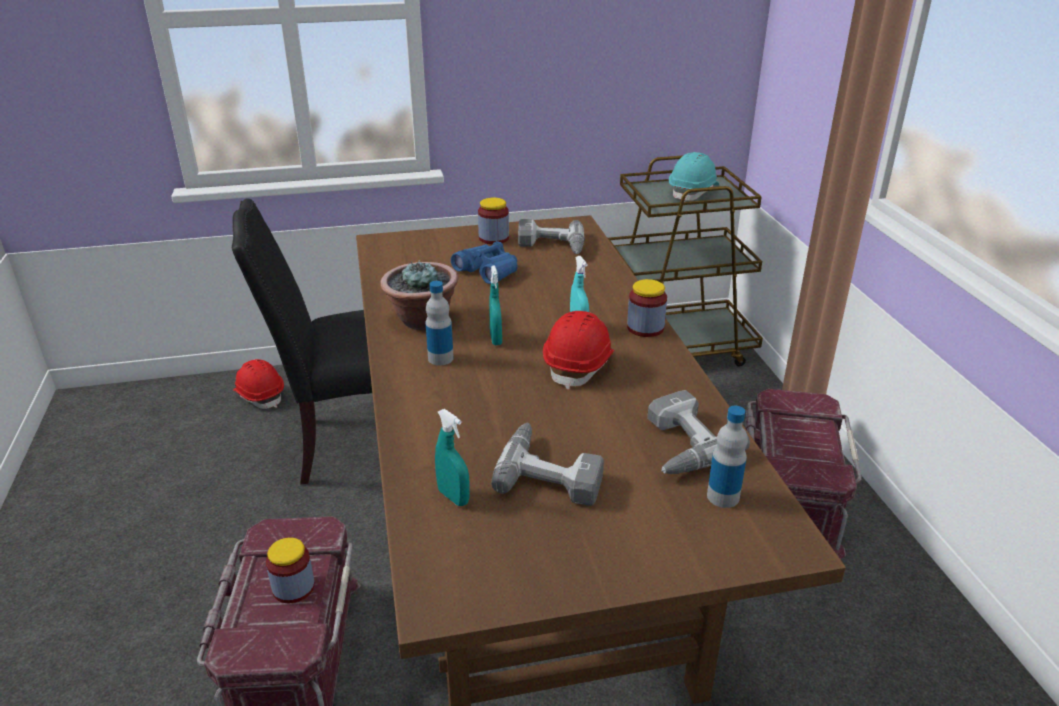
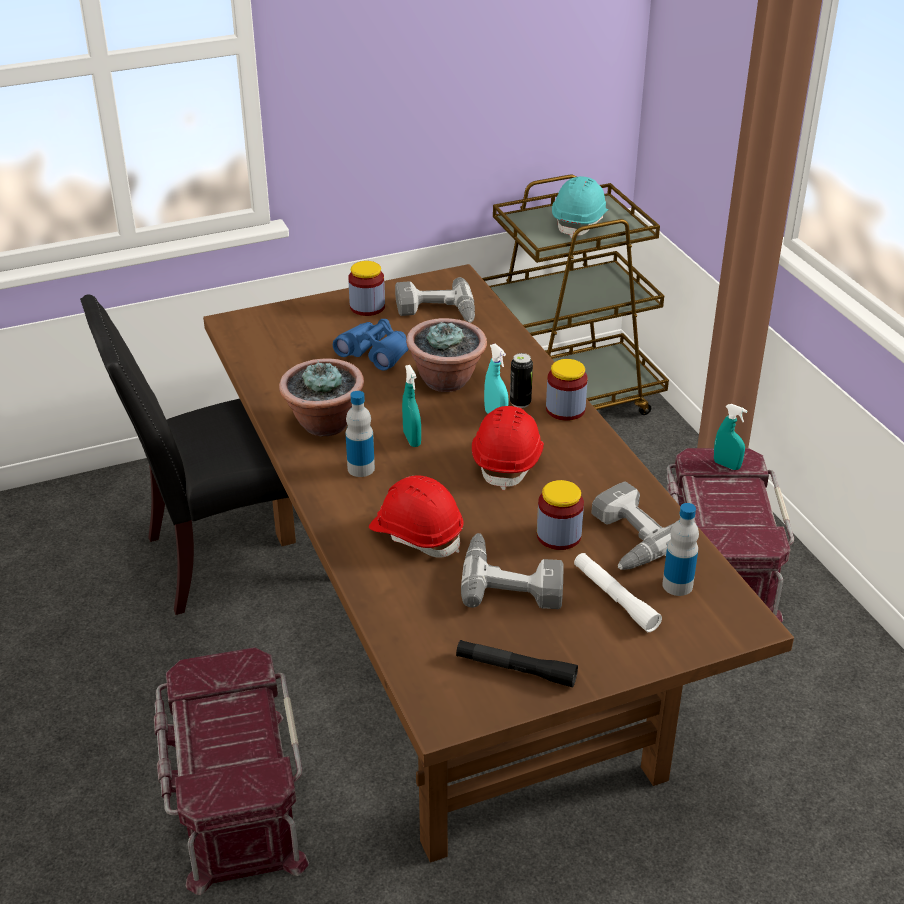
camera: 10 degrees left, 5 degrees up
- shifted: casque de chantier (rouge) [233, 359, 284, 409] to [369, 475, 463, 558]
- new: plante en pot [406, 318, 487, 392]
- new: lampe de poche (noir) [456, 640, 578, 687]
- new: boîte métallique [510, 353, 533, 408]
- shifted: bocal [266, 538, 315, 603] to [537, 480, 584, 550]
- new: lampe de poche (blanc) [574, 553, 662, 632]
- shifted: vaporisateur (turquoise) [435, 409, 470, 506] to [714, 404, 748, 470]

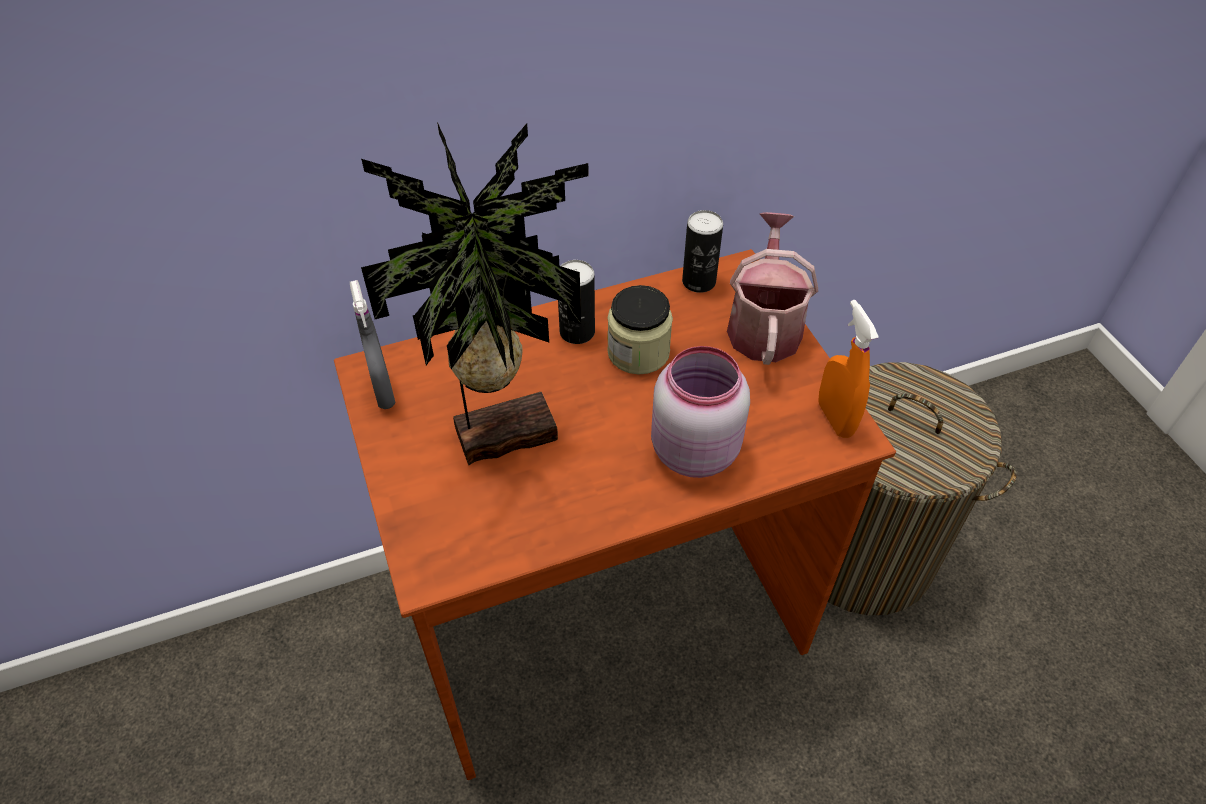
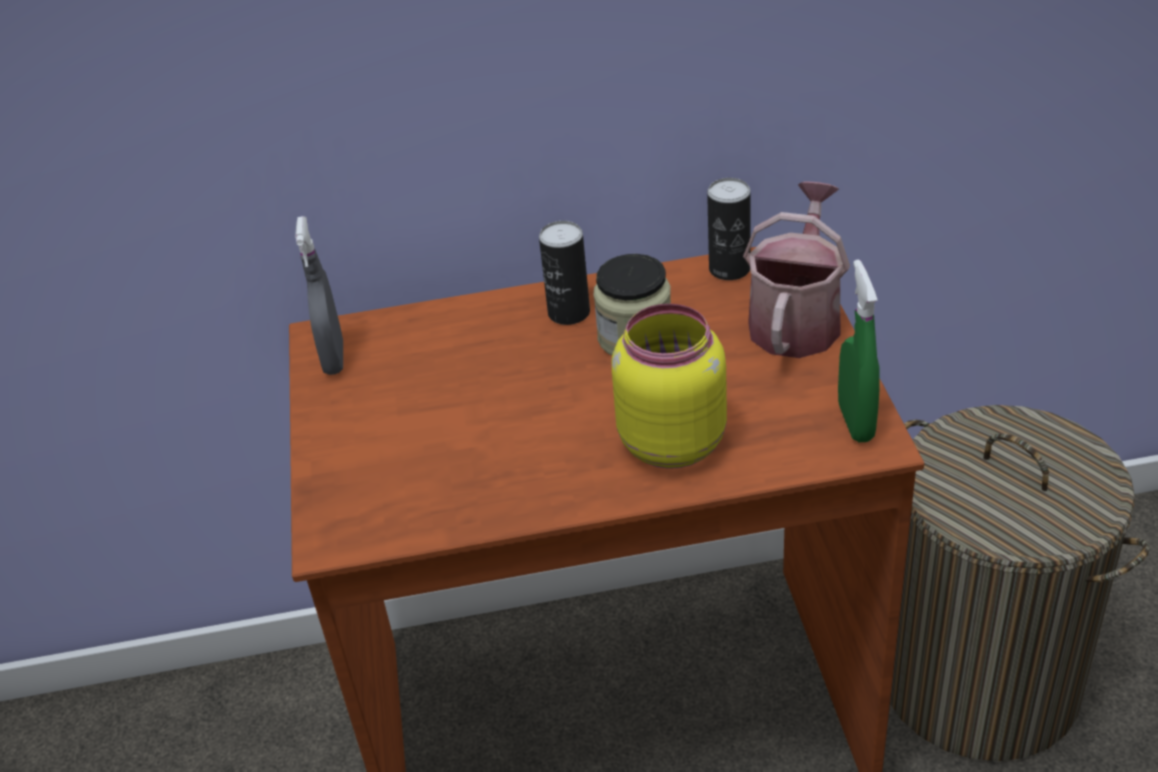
camera: 15 degrees right, 10 degrees down
- repainted: bocal (rose) [651, 346, 750, 478] to bocal (jaune) [612, 304, 727, 469]
- repainted: vaporisateur (orange) [818, 300, 879, 438] to vaporisateur (vert) [838, 259, 880, 442]
- gone: plante en pot [361, 122, 589, 465]

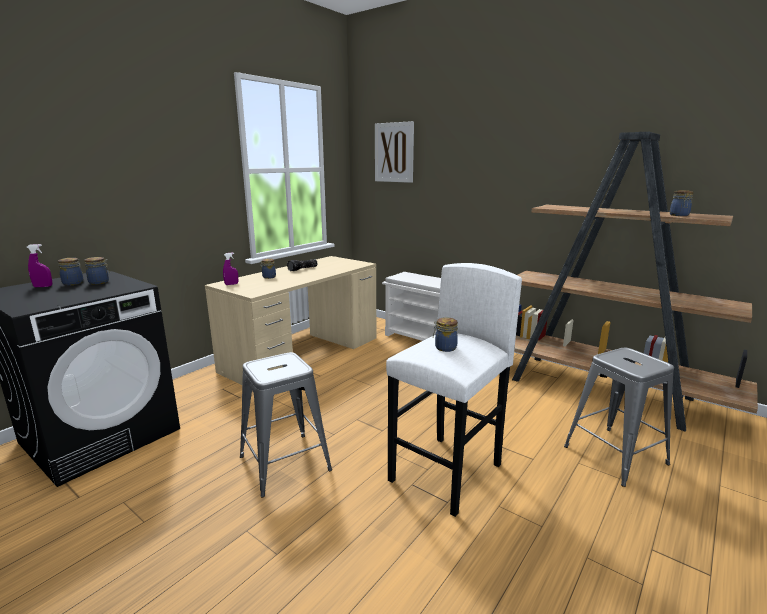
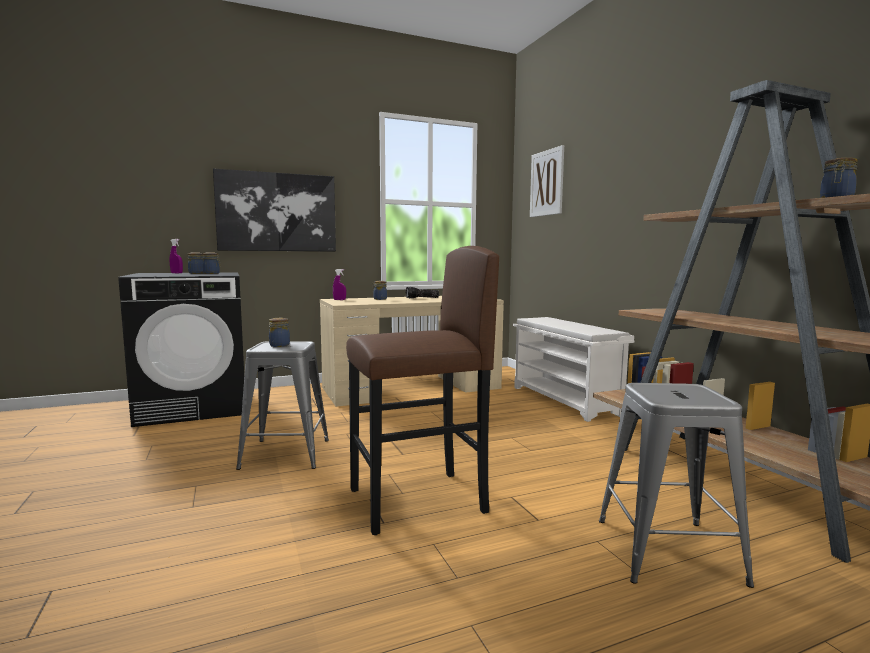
camera: 30 degrees right, 10 degrees down
- new: tableau [213, 169, 336, 252]
- shifted: bocal [433, 317, 458, 352] to [269, 318, 290, 347]
- repainted: tabouret (blanc) [386, 263, 522, 517] to tabouret (marron) [346, 246, 499, 535]

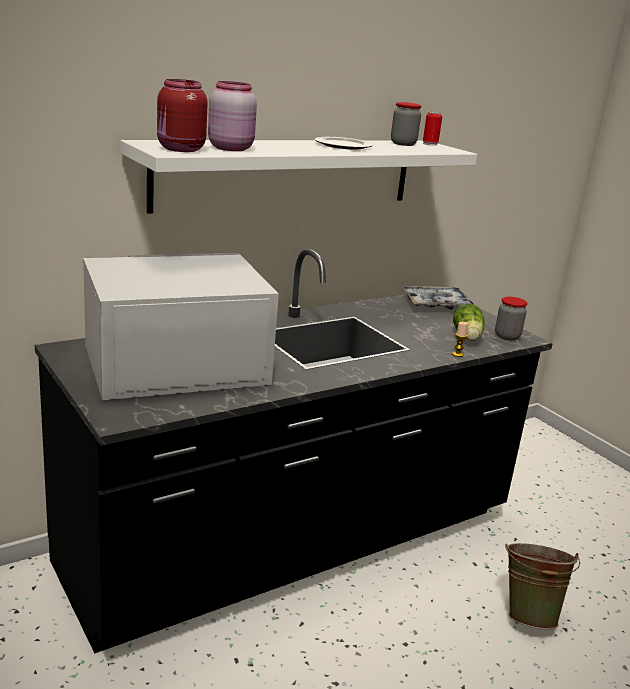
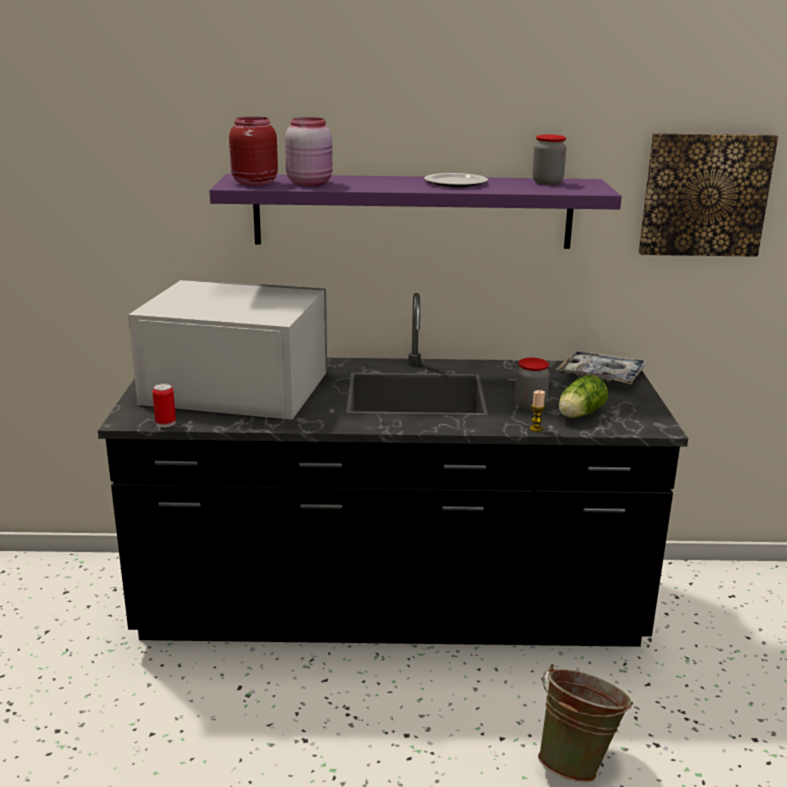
camera: 35 degrees right, 0 degrees up
- shifted: boîte métallique [423, 112, 442, 146] to [152, 383, 176, 427]
- repainted: étagère (blanc) [120, 140, 477, 214] to étagère (violet) [209, 174, 622, 249]
- shifted: bocal [495, 297, 527, 340] to [515, 358, 549, 410]
- new: tableau [639, 133, 778, 257]

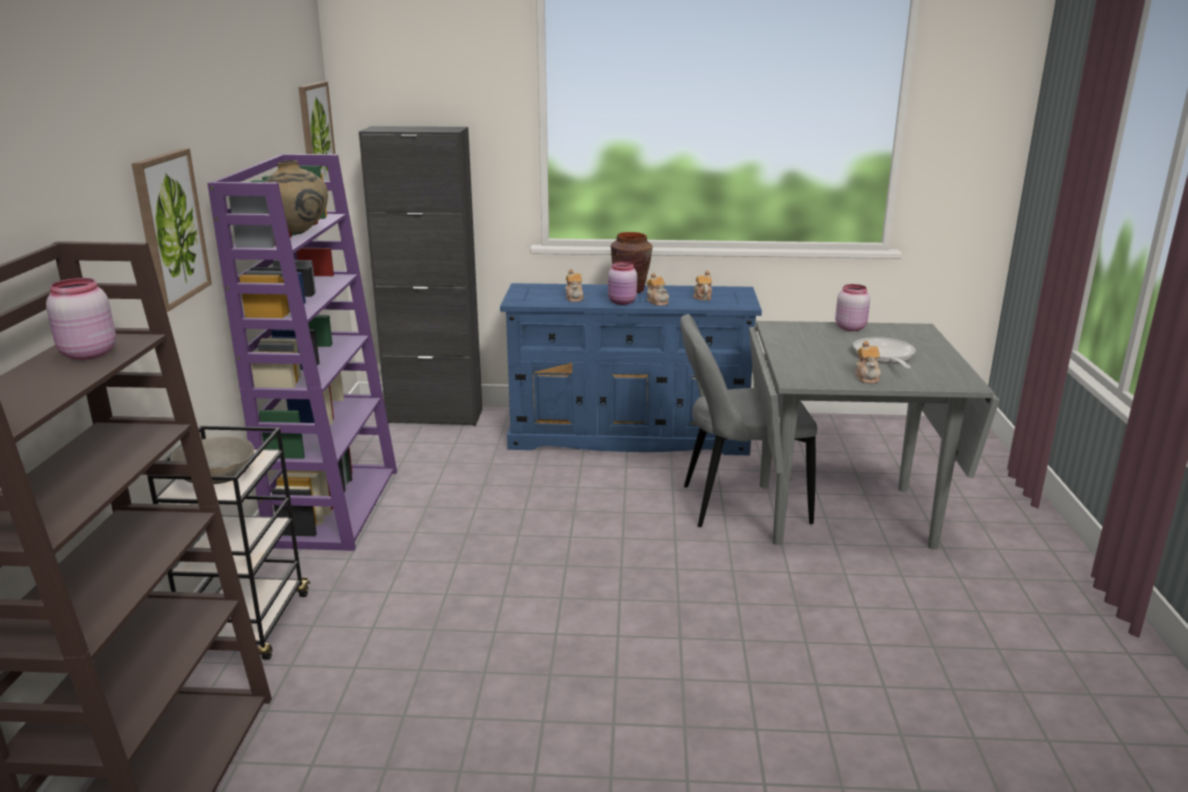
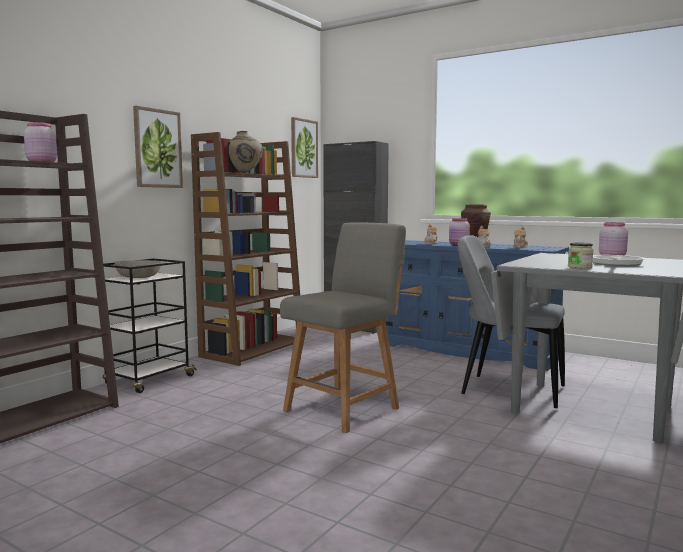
camera: 30 degrees right, 15 degrees down
- repainted: bibliothèque (violet) [207, 154, 397, 551] to bibliothèque (marron) [191, 132, 300, 366]
- new: chaise (gris) [280, 222, 406, 433]
- swapped: théière [855, 341, 881, 384] to bocal [568, 242, 593, 269]

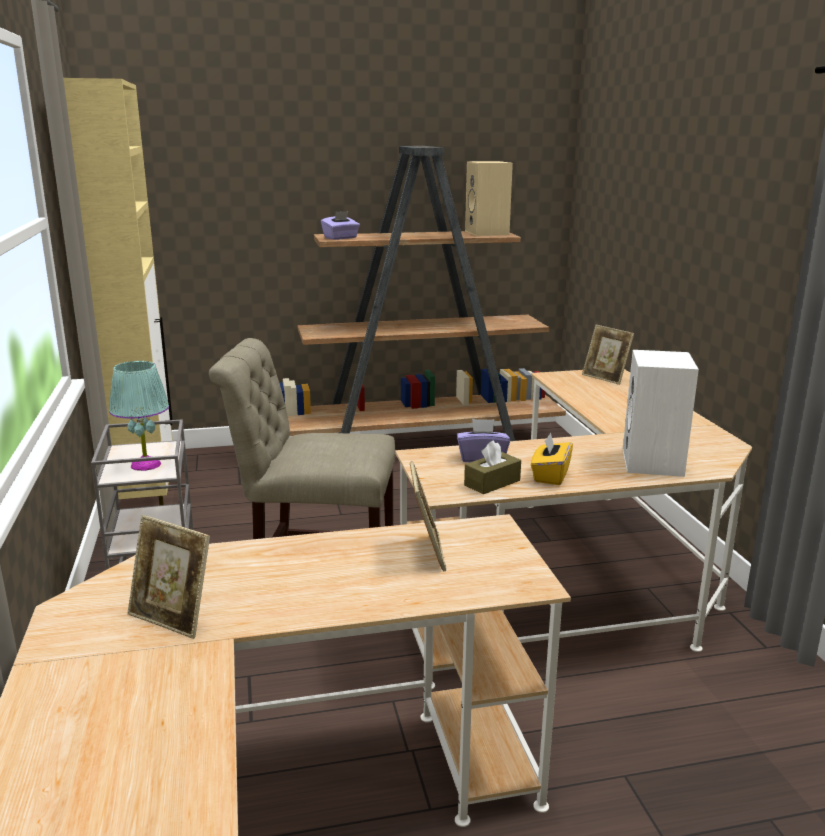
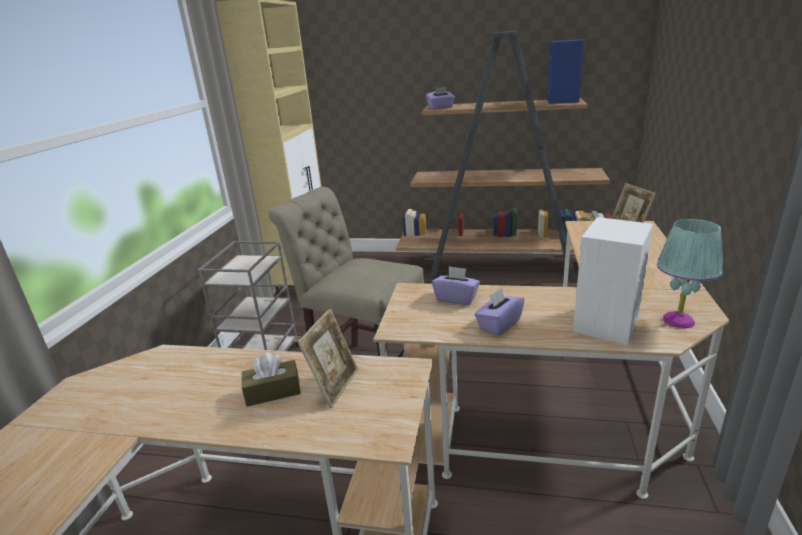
camera: 25 degrees right, 5 degrees up
- shifted: boîte à mouchoirs (marron) [464, 440, 521, 494] to [242, 353, 301, 407]
- repainted: boîte à mouchoirs (jaune) [531, 433, 573, 485] to boîte à mouchoirs (violet) [475, 288, 525, 336]
- repainted: enceinte (beige) [465, 161, 513, 236] to enceinte (bleu) [547, 39, 584, 104]
- shifted: lampe de table (turquoise) [109, 361, 169, 471] to [657, 219, 723, 329]
- gone: cadre photo [128, 515, 210, 639]

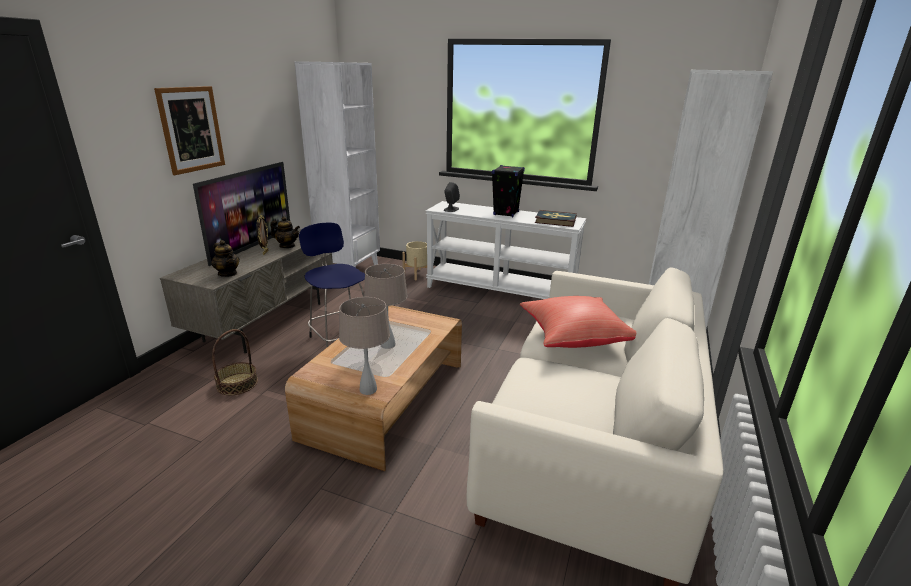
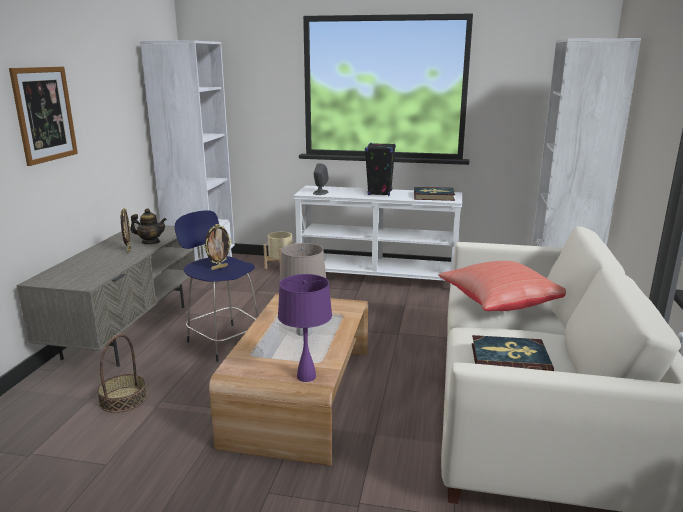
camera: 10 degrees left, 5 degrees down
- new: cadre photo [204, 224, 232, 270]
- repainted: lampe de table (beige) [339, 297, 390, 395] to lampe de table (violet) [278, 274, 332, 382]
- new: livre [472, 335, 554, 371]
- gone: téléviseur [193, 162, 290, 266]
- gone: théière [211, 240, 240, 277]

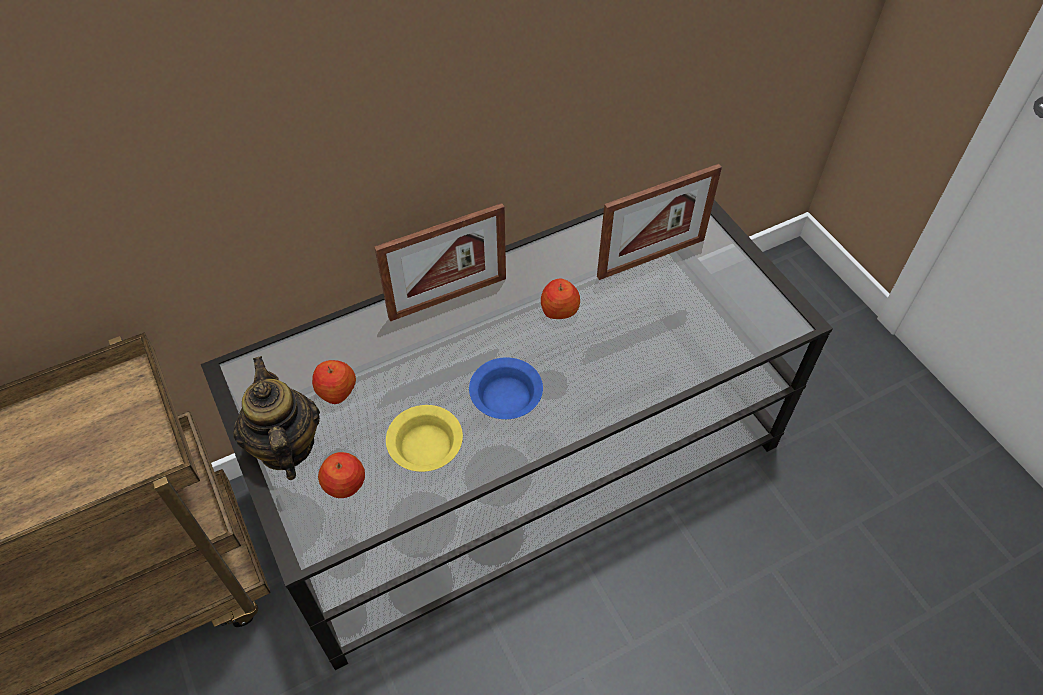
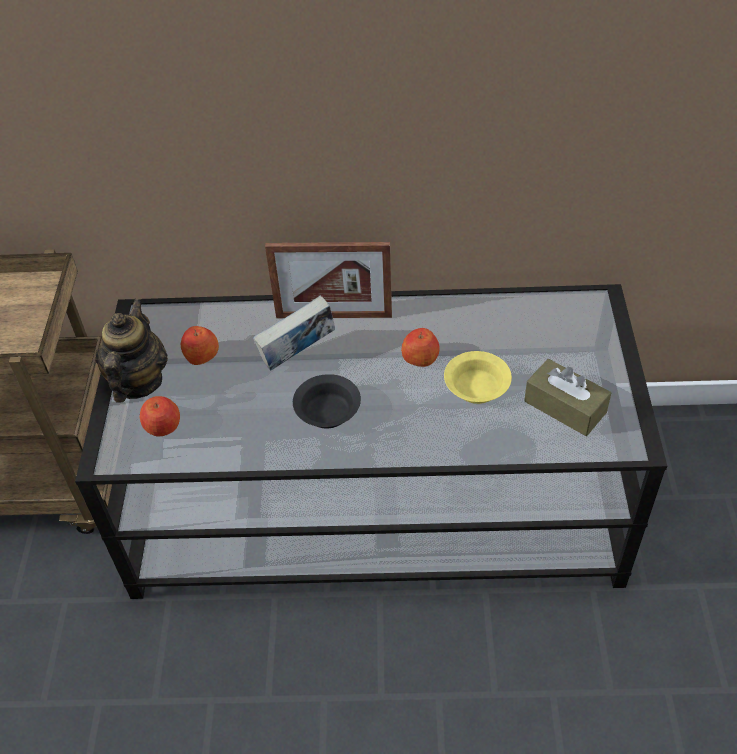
camera: 30 degrees right, 5 degrees down
- new: livre [253, 295, 335, 371]
- repainted: bol (bleu) [469, 357, 543, 419] to bol (noir) [293, 374, 361, 429]
- shifted: bol (jaune) [386, 405, 463, 472] to [444, 351, 512, 404]
- new: boîte à mouchoirs (marron) [524, 359, 611, 436]
- gone: cadre photo [597, 164, 722, 280]

